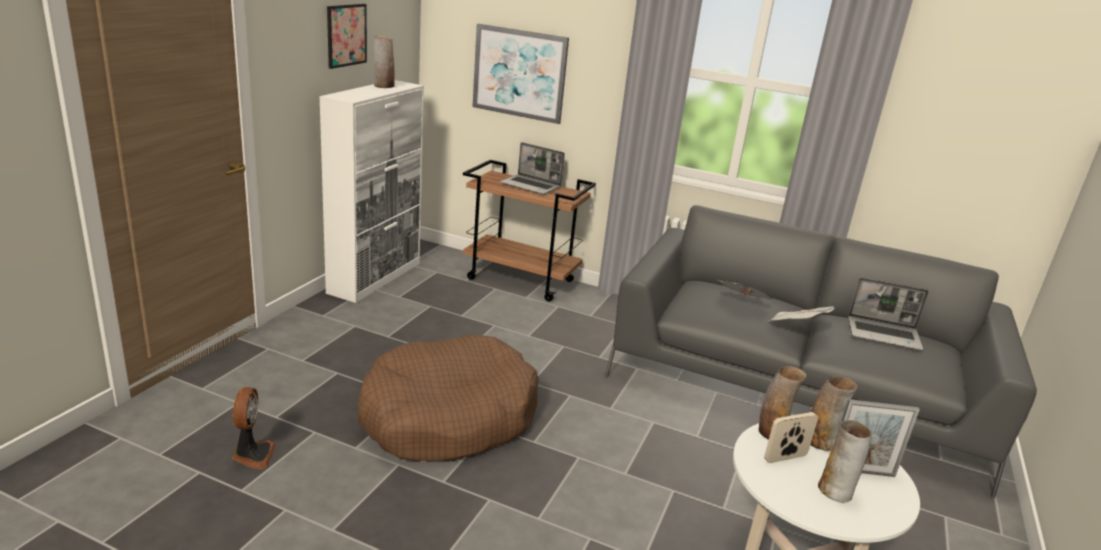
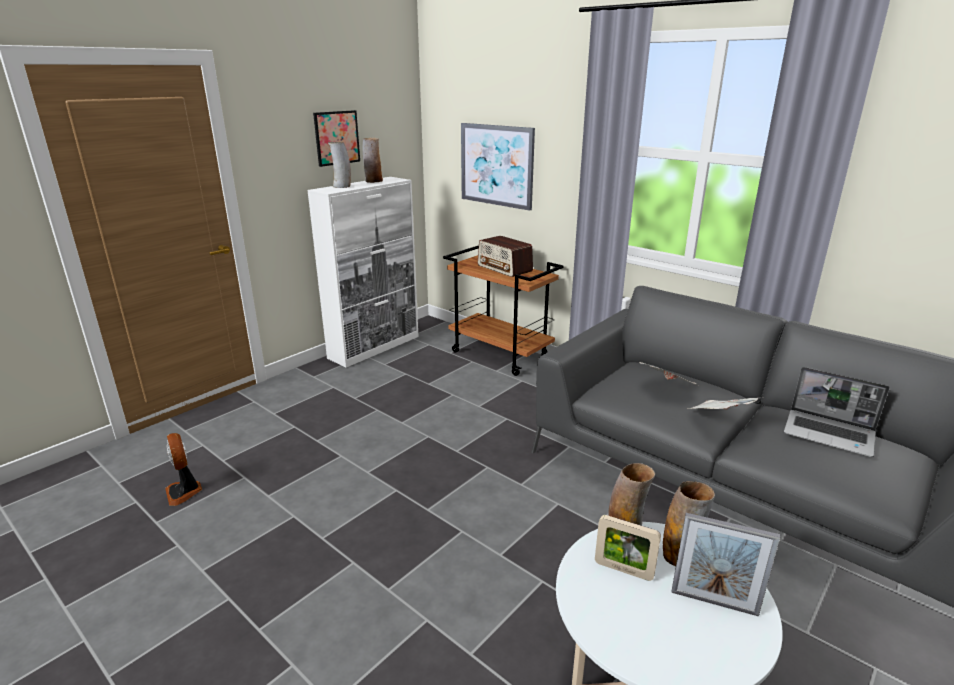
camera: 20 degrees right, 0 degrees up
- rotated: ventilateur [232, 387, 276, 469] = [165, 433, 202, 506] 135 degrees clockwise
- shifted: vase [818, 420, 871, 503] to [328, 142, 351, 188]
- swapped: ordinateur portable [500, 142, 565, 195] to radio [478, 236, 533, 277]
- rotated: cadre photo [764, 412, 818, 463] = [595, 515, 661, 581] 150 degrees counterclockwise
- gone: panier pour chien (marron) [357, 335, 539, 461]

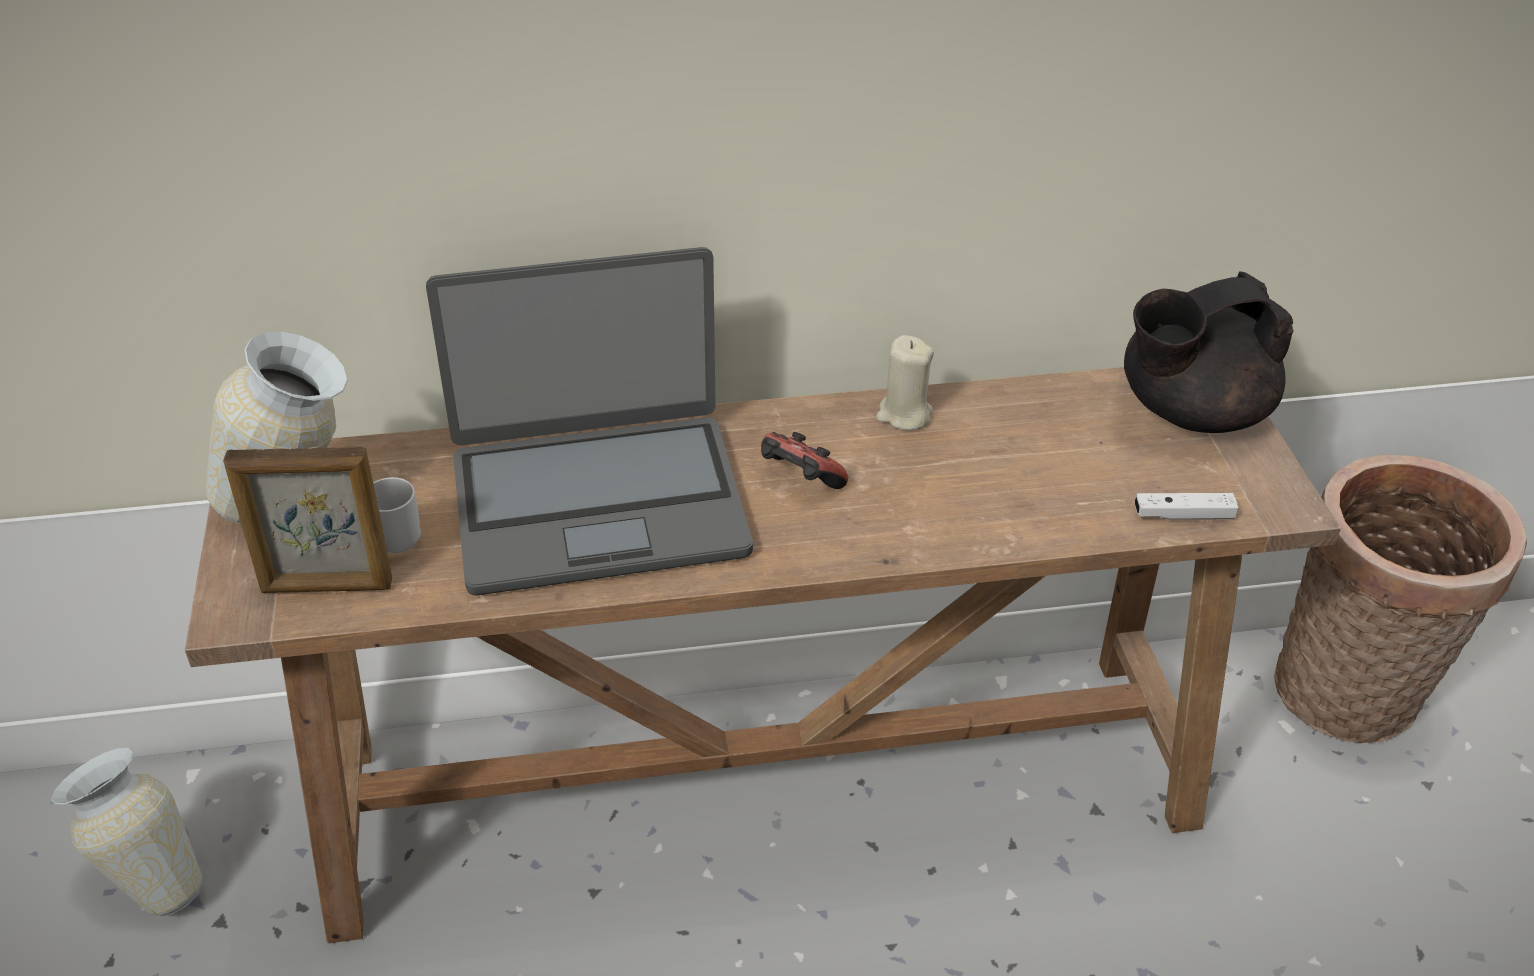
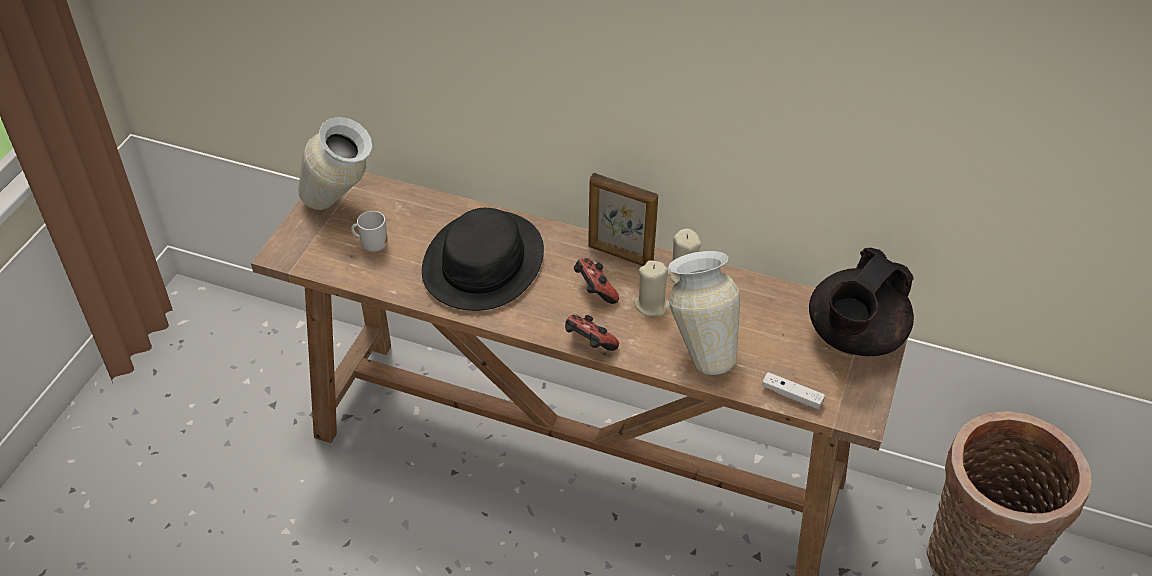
camera: 30 degrees right, 5 degrees up
- swapped: ordinateur portable [426, 247, 753, 595] to chapeau (noir) [422, 208, 544, 311]
- new: manette [565, 314, 619, 351]
- shifted: cadre photo [223, 447, 392, 593] to [588, 173, 658, 266]
- new: bougie (beige) [634, 260, 670, 316]
- shifted: vase [51, 748, 202, 916] to [668, 251, 740, 375]
- rotated: théière (noir) [1124, 271, 1293, 433] = [809, 248, 914, 356] 60 degrees counterclockwise

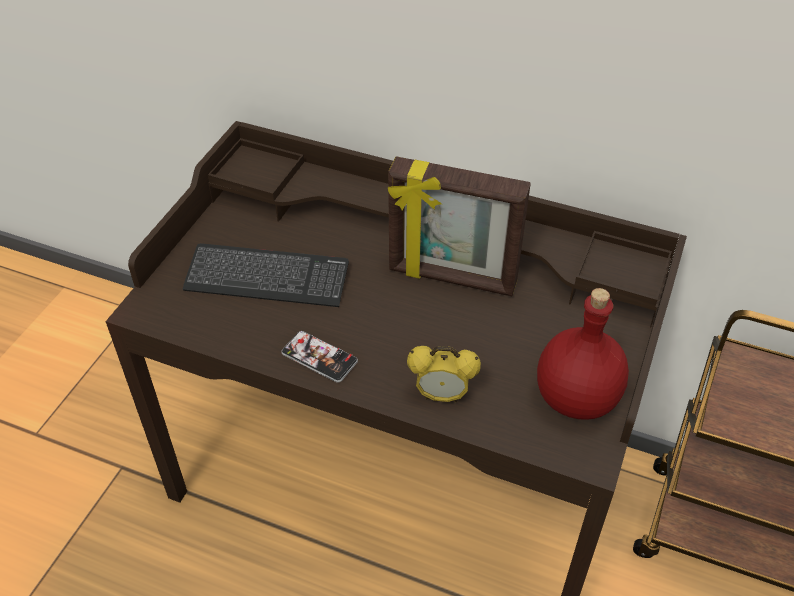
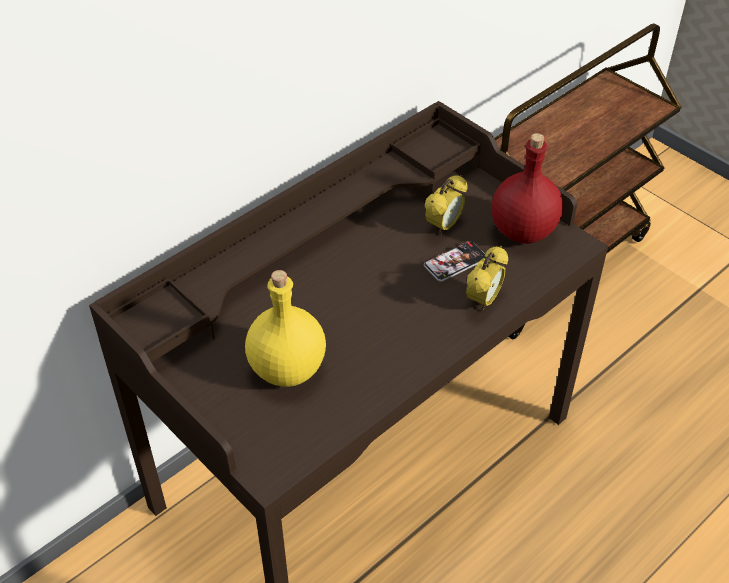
camera: 65 degrees left, 0 degrees up
- swapped: clavier [183, 243, 349, 307] to bouteille (jaune) [245, 270, 326, 387]
- shifted: téléphone [281, 331, 358, 383] to [424, 241, 486, 282]
- new: réveil [425, 175, 467, 235]
- gone: cadre photo [388, 156, 531, 296]

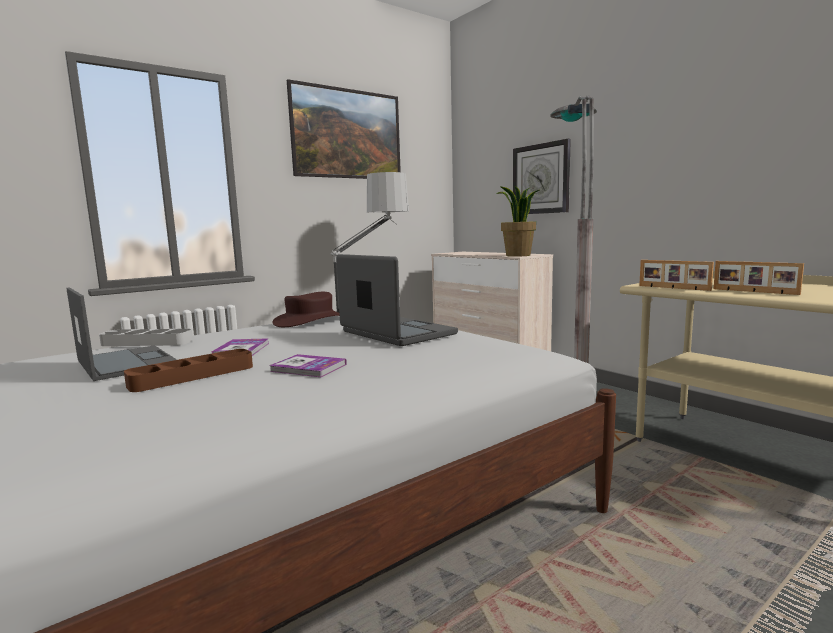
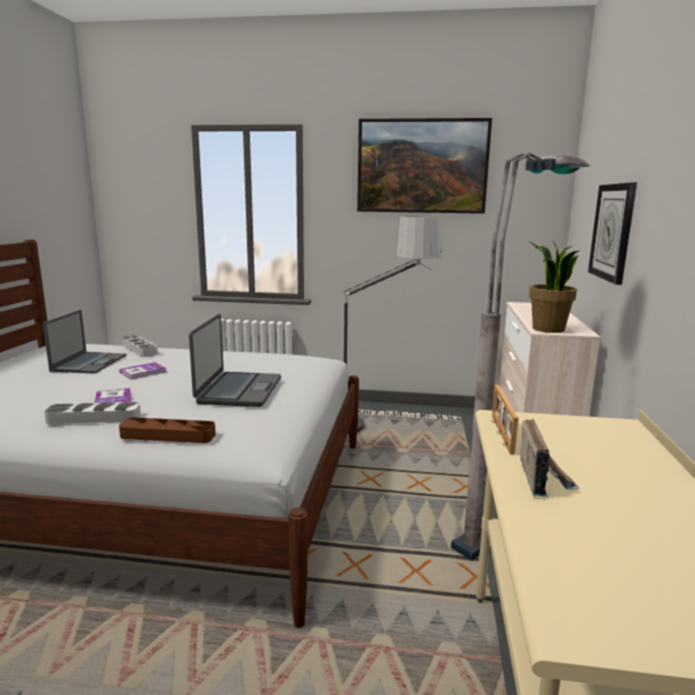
camera: 45 degrees right, 5 degrees up
- new: plateau (gris) [44, 402, 141, 424]
- shifted: plateau (marron) [124, 349, 253, 392] to [119, 417, 216, 443]
- swapped: cadre photo [714, 261, 804, 295] to radio [520, 419, 580, 497]
- gone: chapeau (marron) [272, 292, 340, 327]

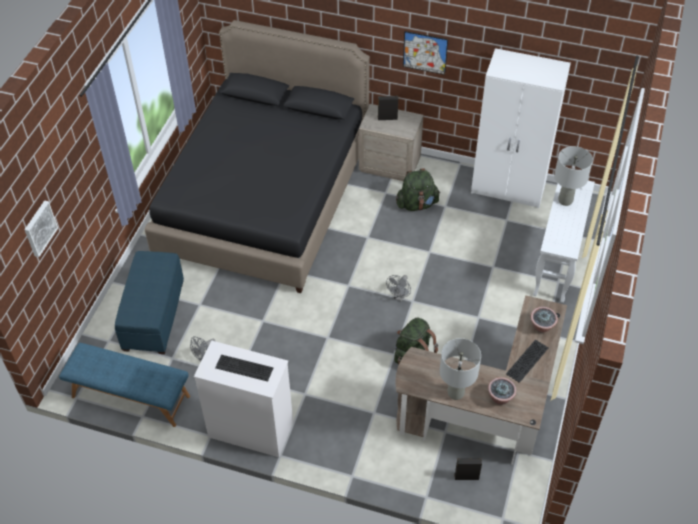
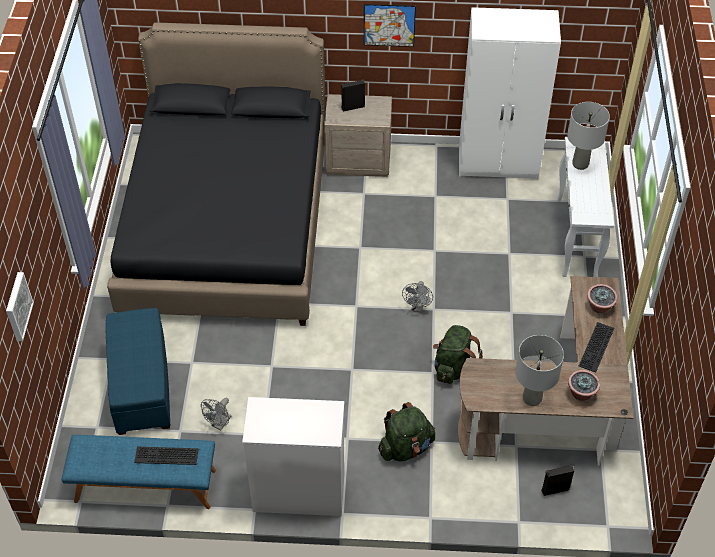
camera: 15 degrees left, 0 degrees up
- shifted: clavier [215, 355, 273, 382] to [134, 447, 198, 465]
- shifted: sac à dos (vert) [396, 168, 440, 211] to [378, 402, 435, 462]

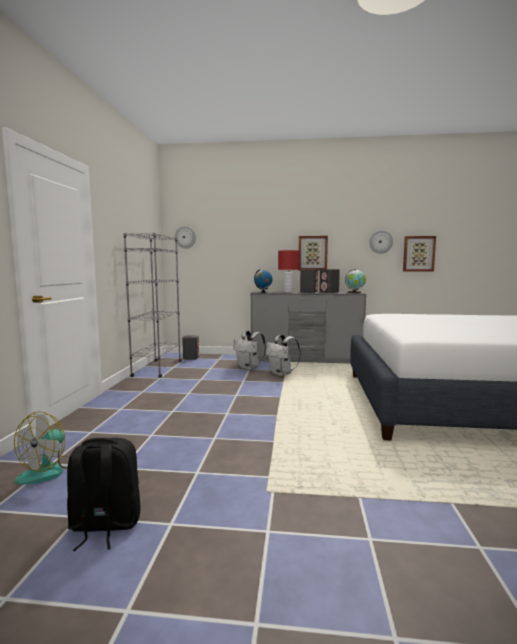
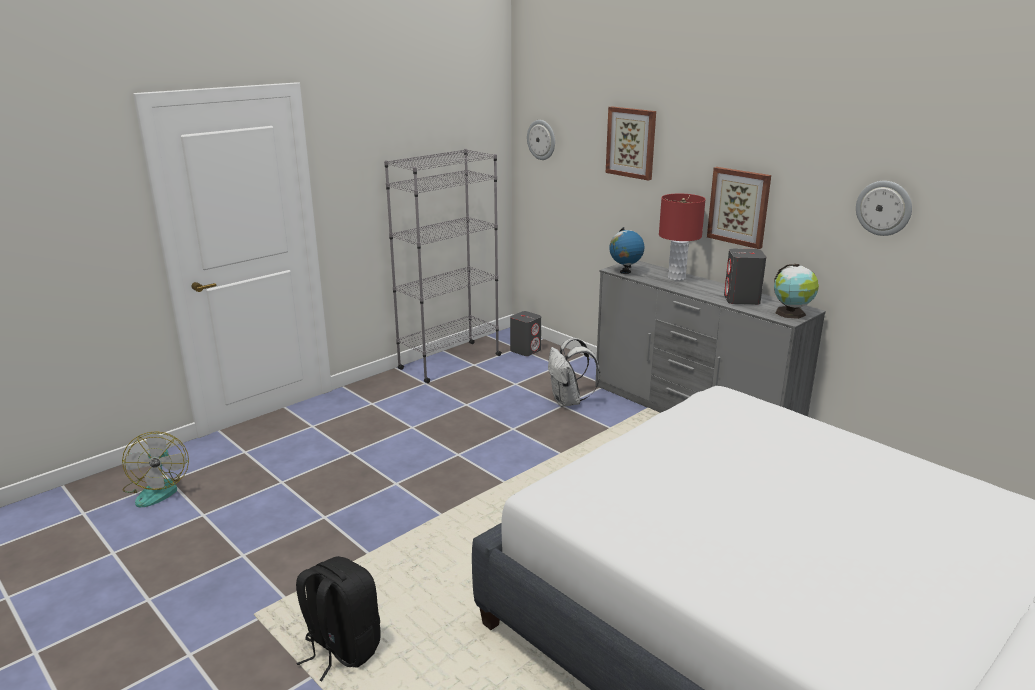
camera: 40 degrees right, 15 degrees up
- rotated: ventilateur [14, 412, 68, 485] = [122, 431, 189, 507] 75 degrees counterclockwise
- shifted: sac à dos (noir) [67, 438, 141, 551] to [296, 556, 381, 681]
- shifted: tableau [403, 236, 436, 272] to [606, 107, 656, 180]
- gone: sac à dos (blanc) [266, 334, 301, 376]
- gone: enceinte (gris) [300, 269, 318, 293]

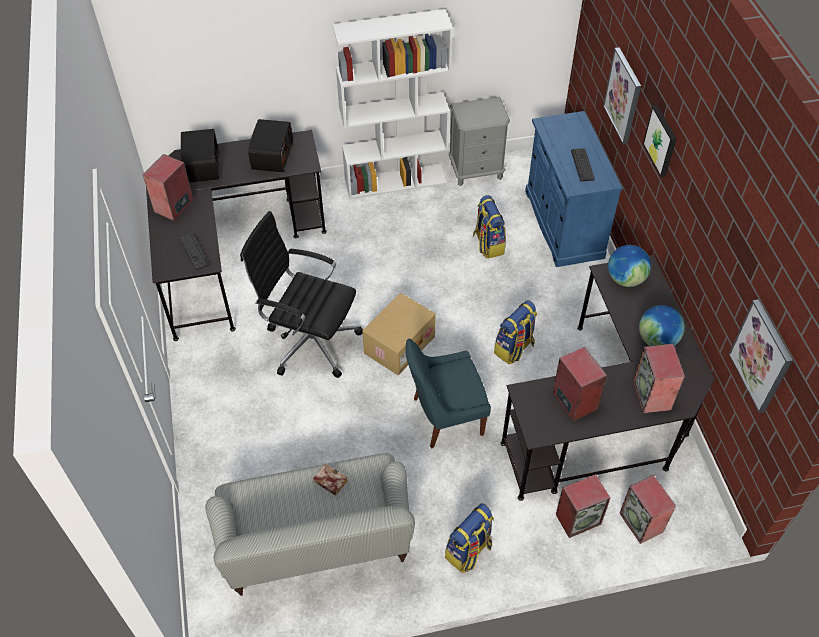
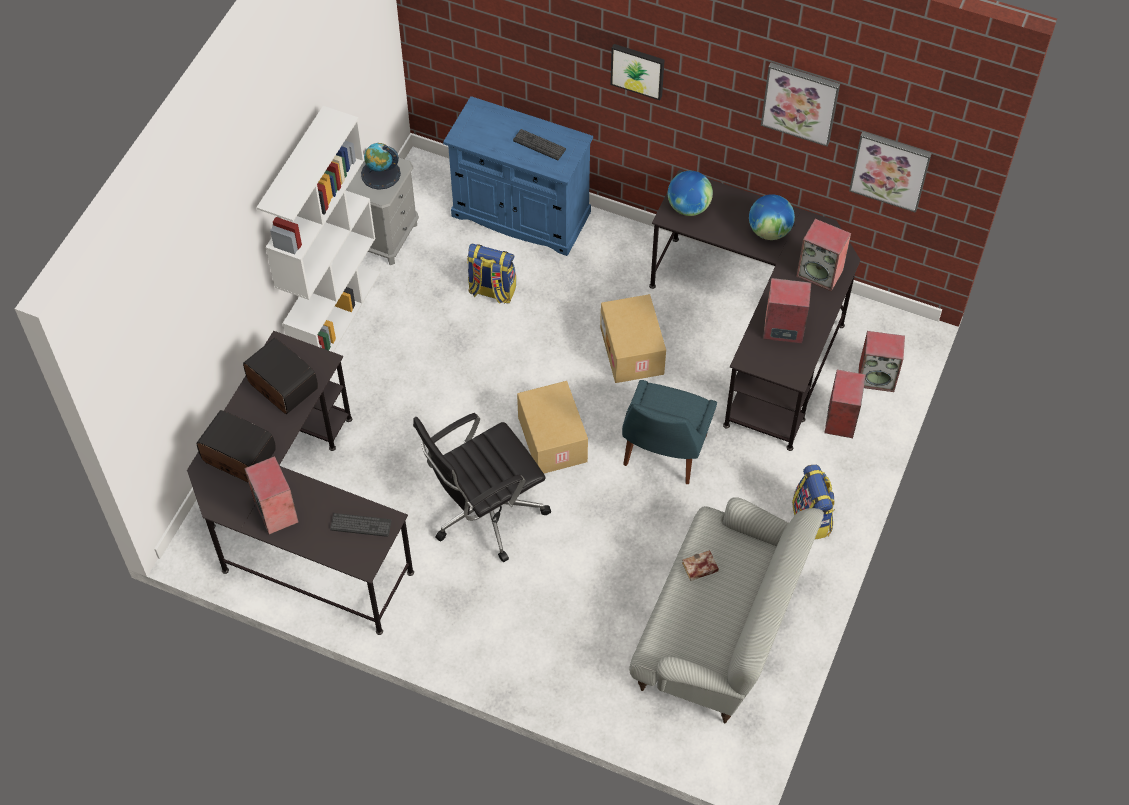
camera: 55 degrees left, 5 degrees up
- new: globe [361, 143, 401, 190]
- swapped: sac à dos [494, 300, 537, 364] to carton [600, 294, 666, 383]
- shifted: tableau [603, 47, 641, 144] to [761, 63, 840, 147]

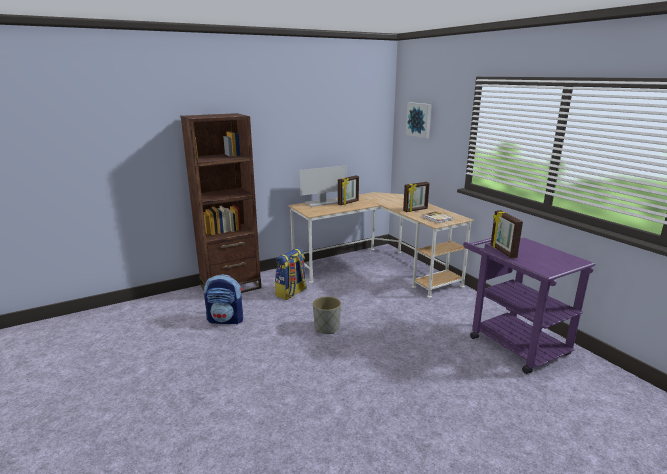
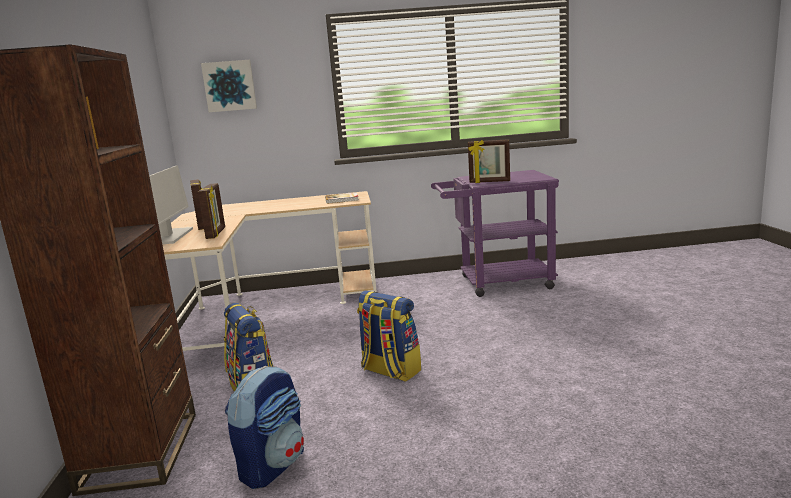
camera: 65 degrees left, 5 degrees down
- shifted: cadre photo [403, 182, 430, 212] to [198, 183, 225, 239]
- swapped: cache-pot (gris) [313, 296, 341, 334] to sac à dos [357, 290, 421, 382]

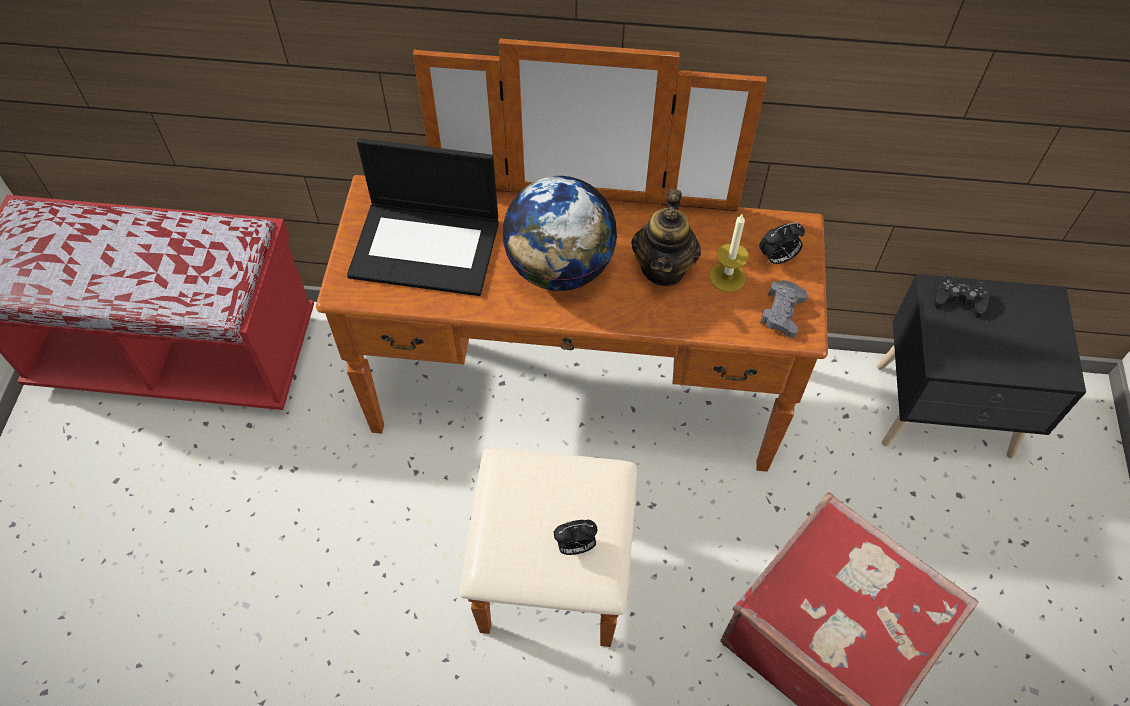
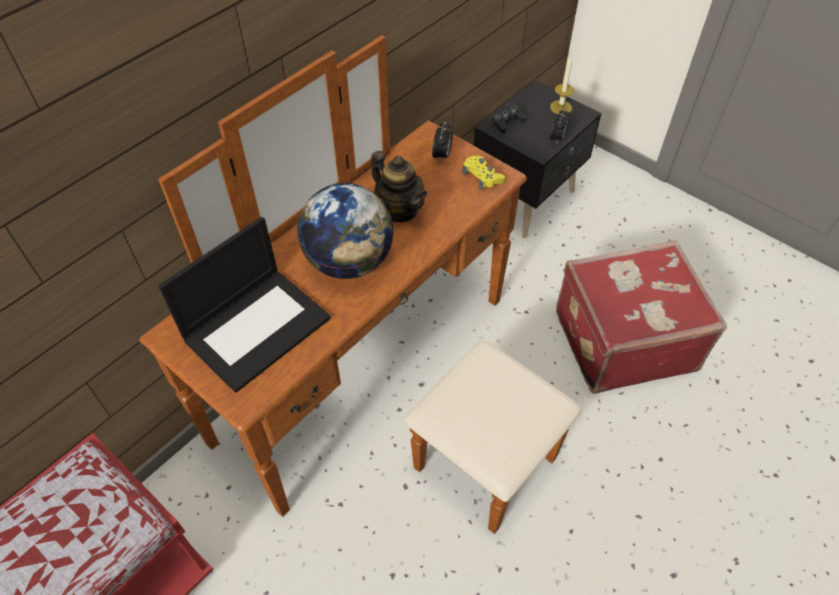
camera: 55 degrees left, 5 degrees down
- repainted: manette (gris) [760, 280, 808, 338] to manette (jaune) [462, 156, 505, 191]
- shifted: bougie [709, 214, 749, 292] to [550, 57, 574, 115]
- shifted: réveil [554, 520, 598, 555] to [550, 109, 570, 145]

